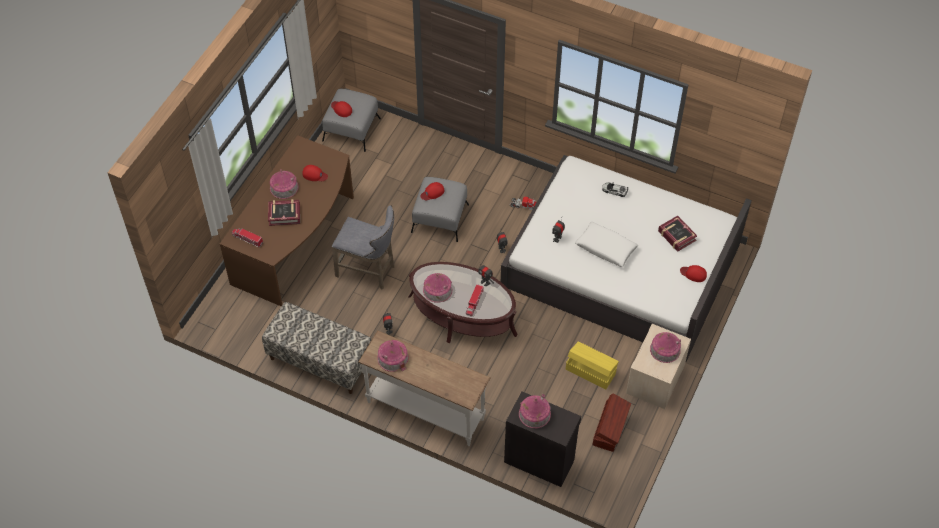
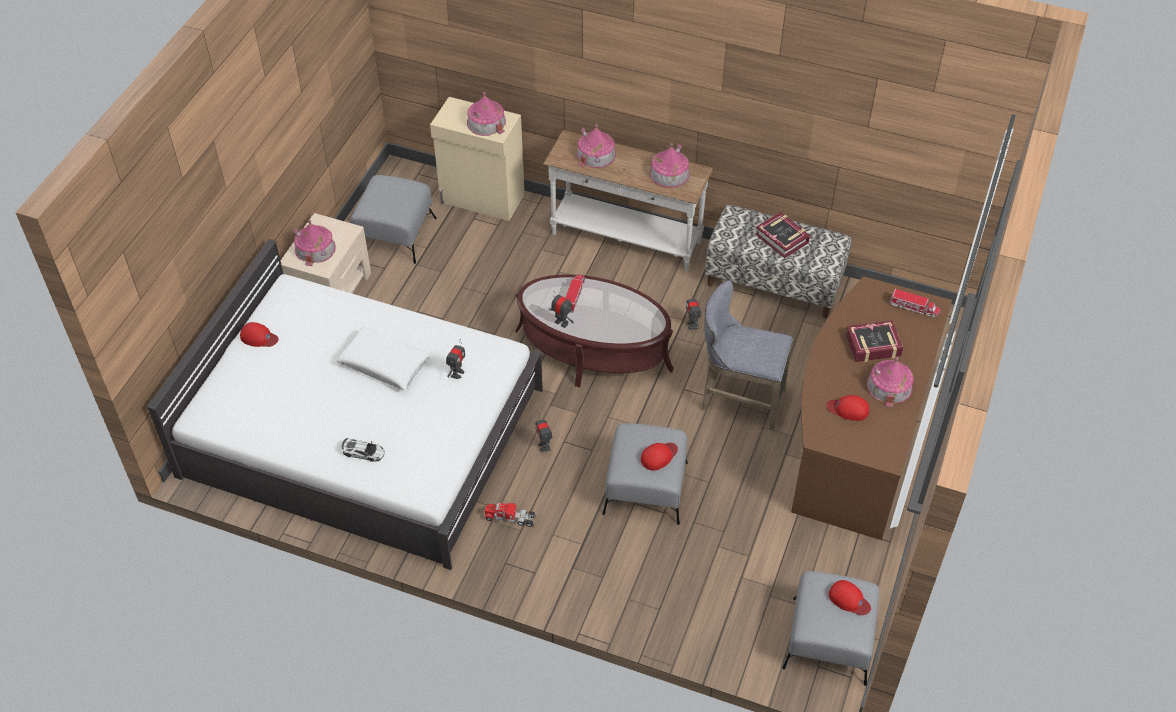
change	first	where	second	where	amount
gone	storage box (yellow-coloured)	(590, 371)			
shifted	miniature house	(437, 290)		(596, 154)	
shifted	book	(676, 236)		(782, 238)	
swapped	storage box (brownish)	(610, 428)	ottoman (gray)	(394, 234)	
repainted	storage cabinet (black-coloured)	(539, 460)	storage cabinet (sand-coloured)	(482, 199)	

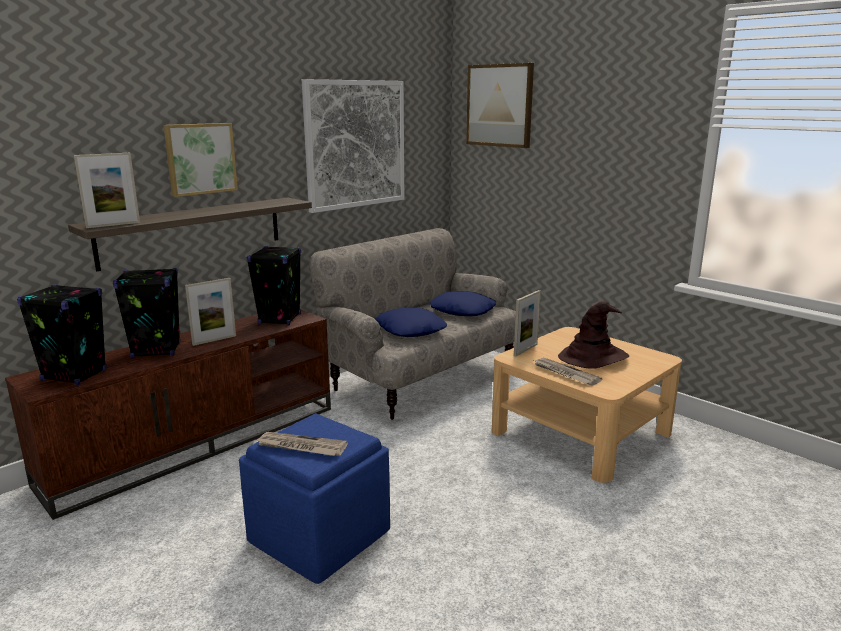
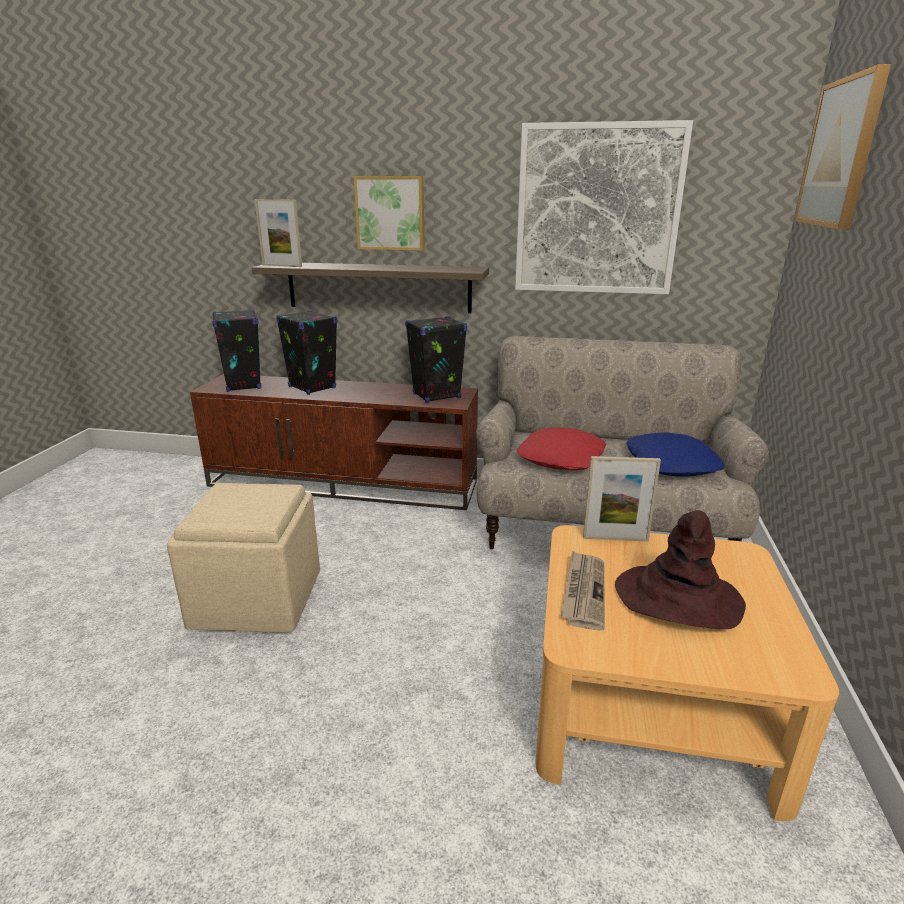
change	first	where	second	where	amount
gone	picture frame	(214, 340)			
gone	printed paper	(301, 447)			
repainted	ottoman (bluish)	(319, 535)	ottoman (sand-coloured)	(258, 597)	
repainted	cushion (bluish)	(411, 330)	cushion (reddish)	(562, 458)	

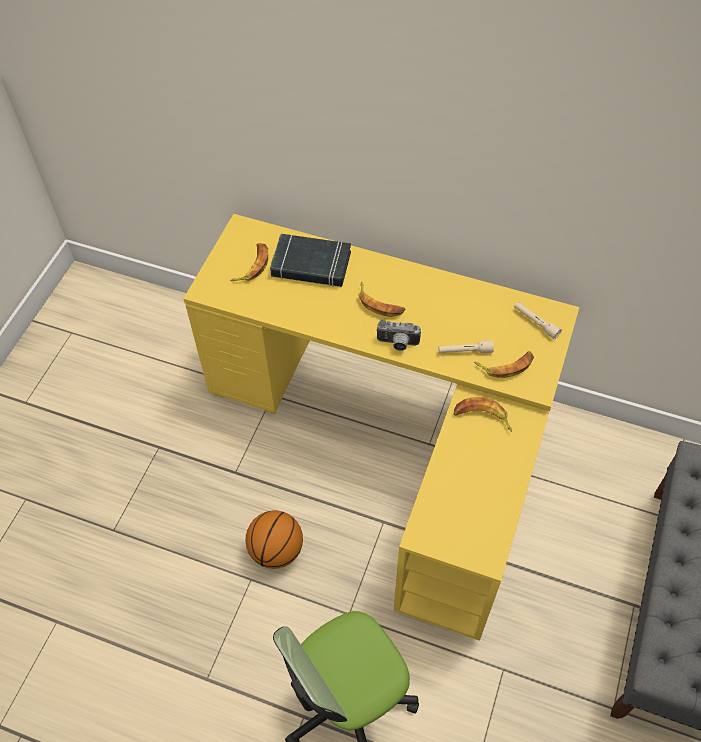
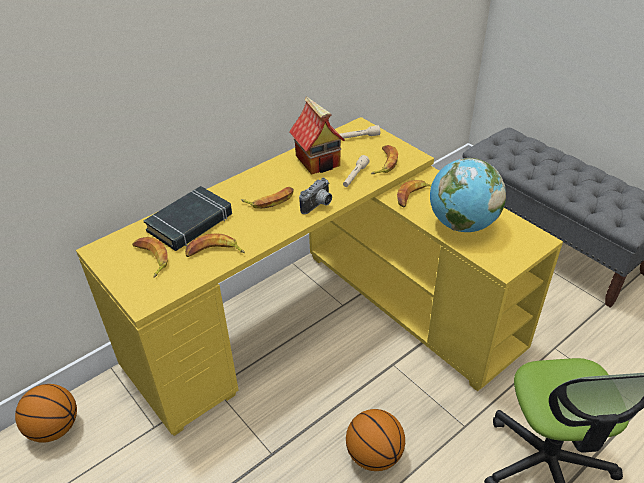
change	first	where	second	where	amount
new			ball for basketball	(55, 428)	
new			banana	(214, 252)	
new			miniature house	(318, 161)	
new			globe	(461, 224)	

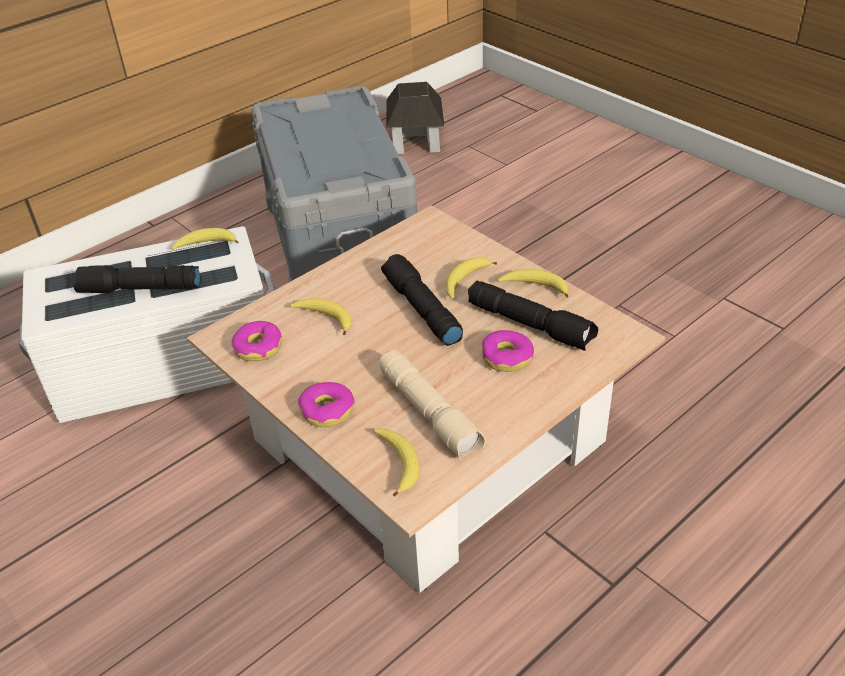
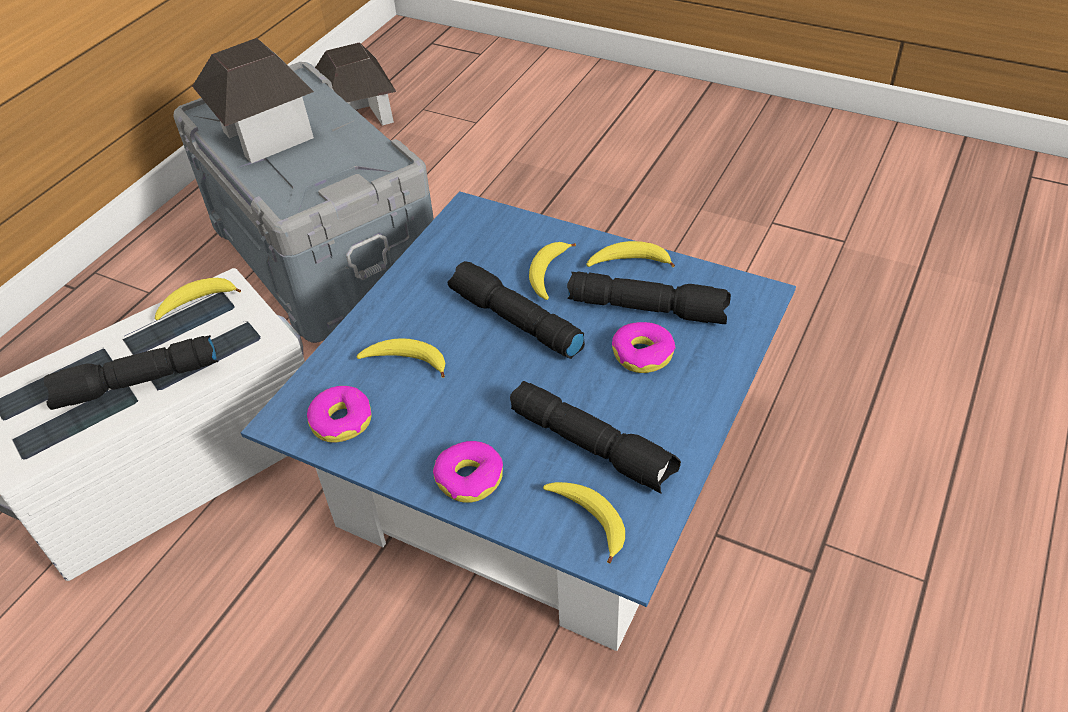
change	first	where	second	where	amount
new			miniature house	(266, 135)	
repainted	lounge table (sand-coloured)	(428, 441)	lounge table (bluish)	(540, 468)	
repainted	torch (sand-coloured)	(431, 413)	torch (black-coloured)	(593, 446)	

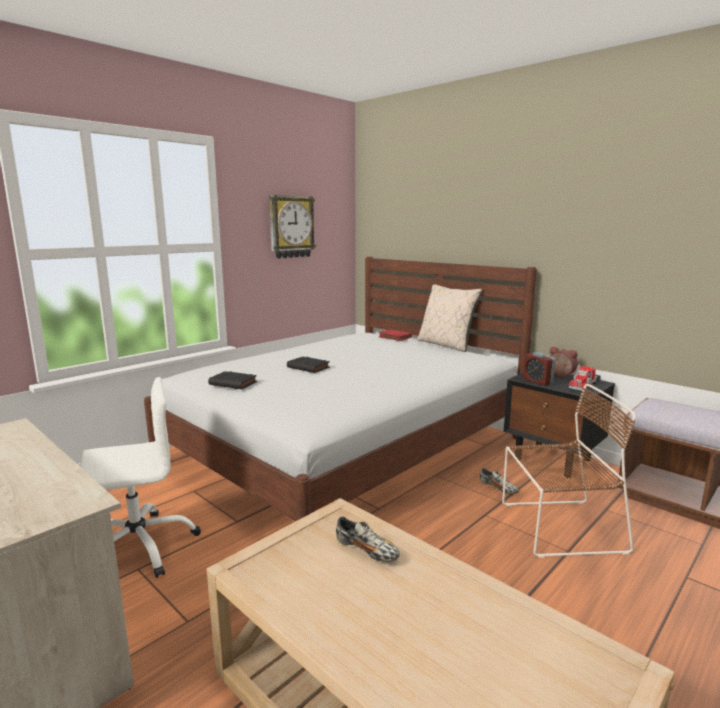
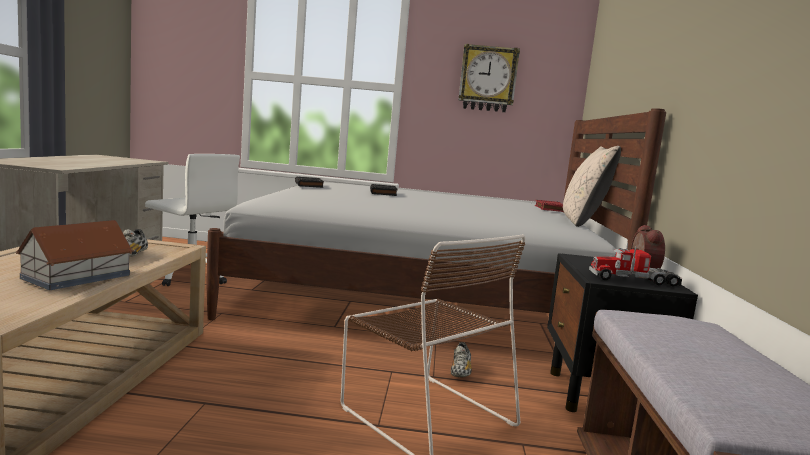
change	first	where	second	where	amount
gone	alarm clock	(537, 381)			
new			miniature house	(75, 276)	

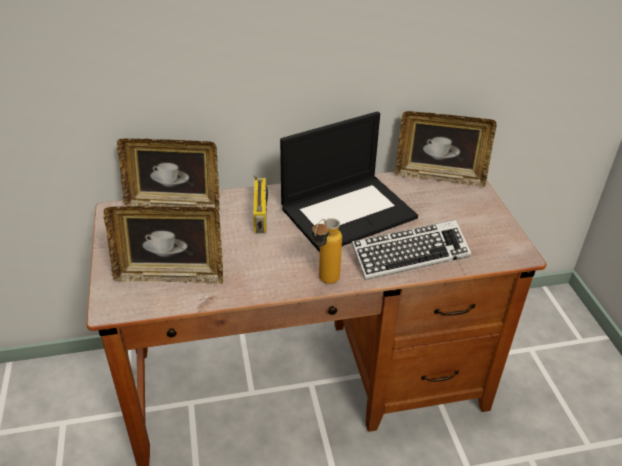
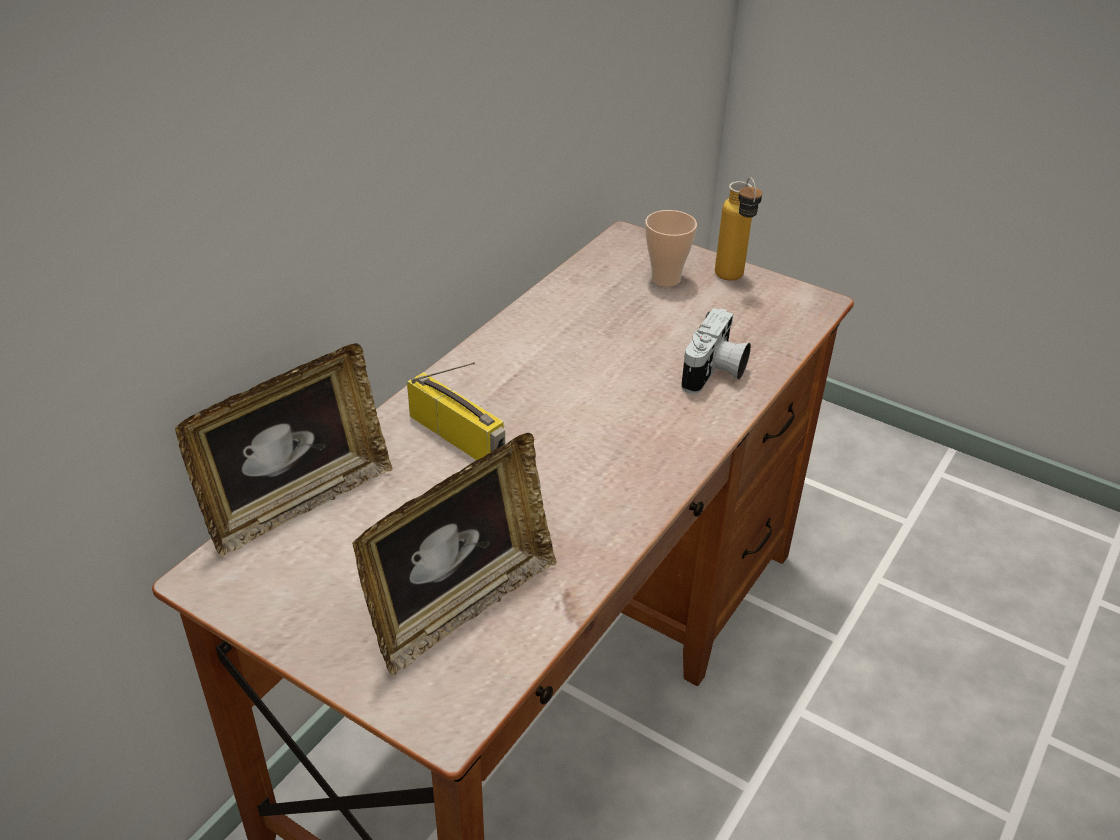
change	first	where	second	where	amount
gone	portable computer	(348, 212)			
gone	picture frame	(439, 176)			
new			cup	(665, 279)	
shifted	bottle	(324, 282)		(732, 280)	
swapped	computer keyboard	(410, 255)	still camera	(715, 373)	

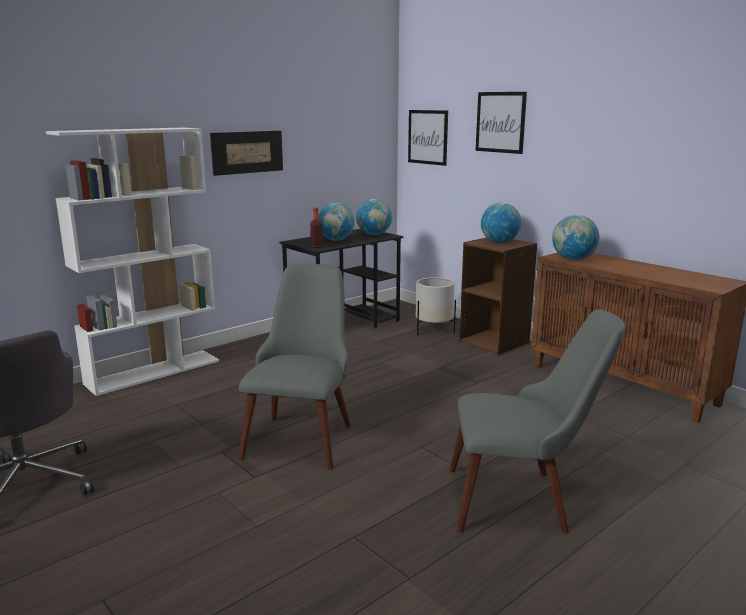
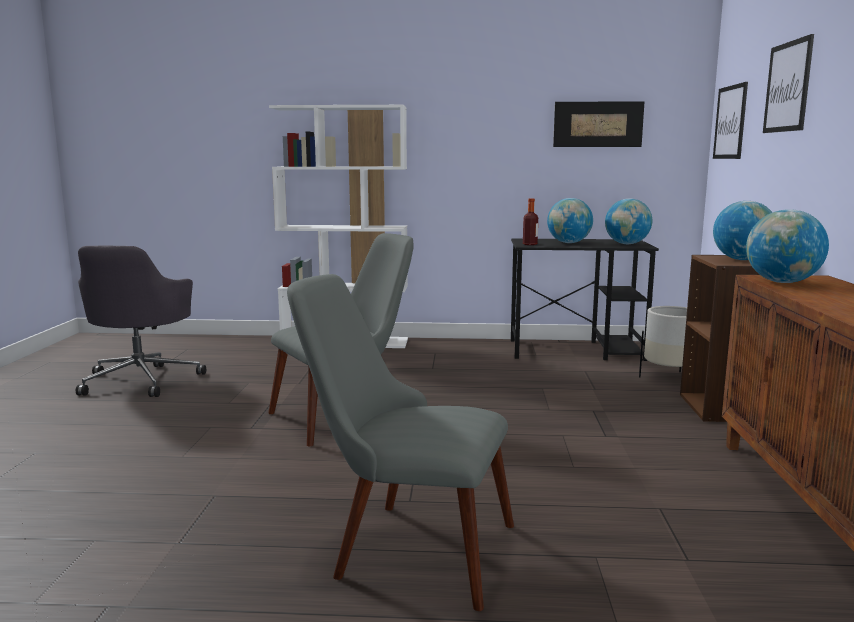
change	first	where	second	where	amount
shifted	wall art	(247, 152)		(598, 124)	
rotated	plain chair (gray)	(523, 499)		(403, 547)	150 degrees clockwise

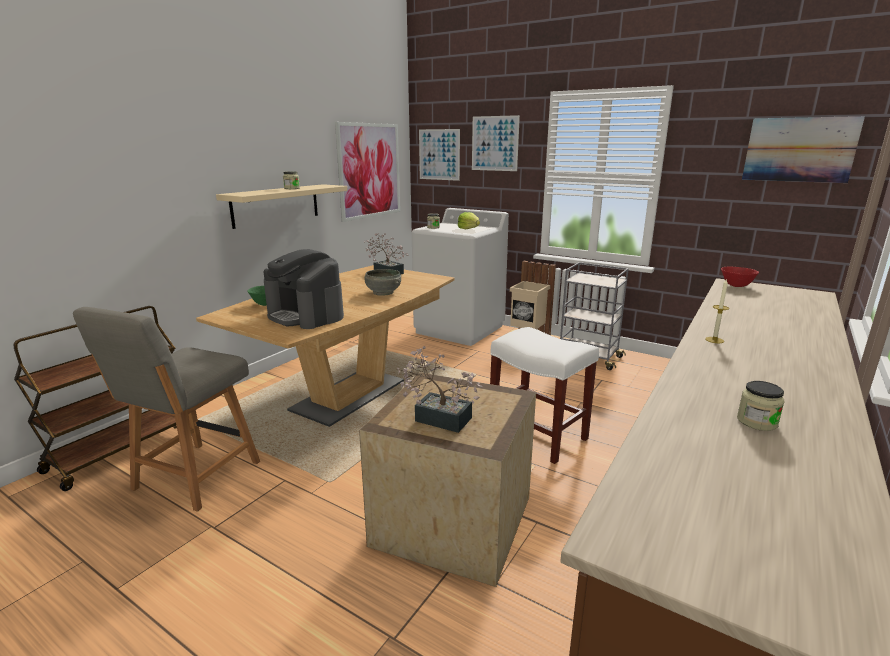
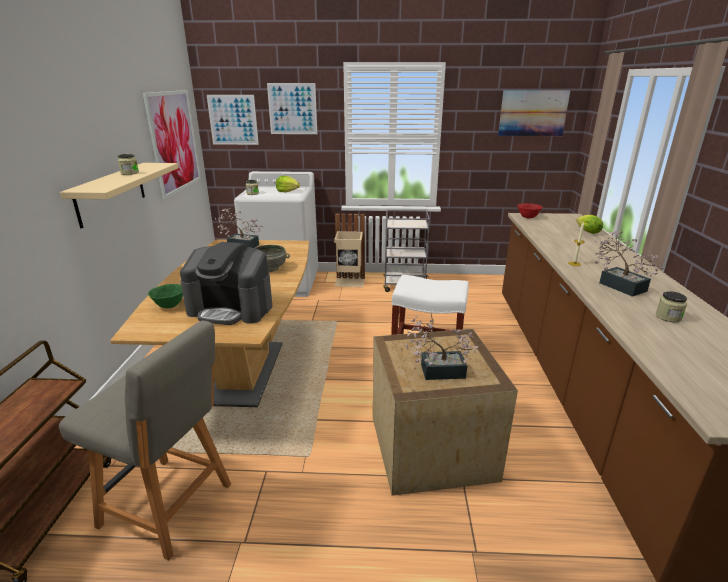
change	first	where	second	where	amount
new			lettuce head	(586, 231)	
new			houseplant	(618, 285)	
rotated	plain chair (gray)	(194, 477)		(170, 506)	60 degrees counterclockwise

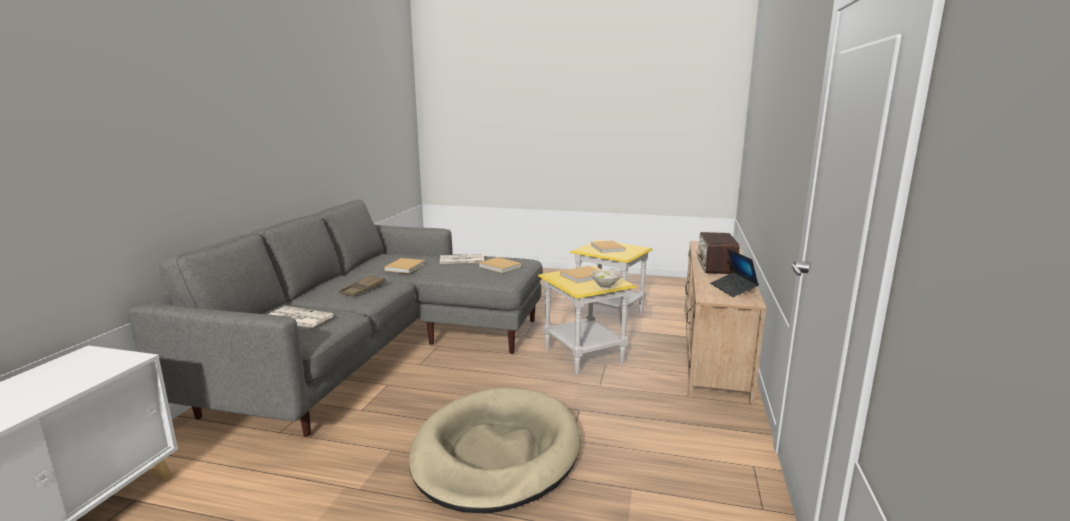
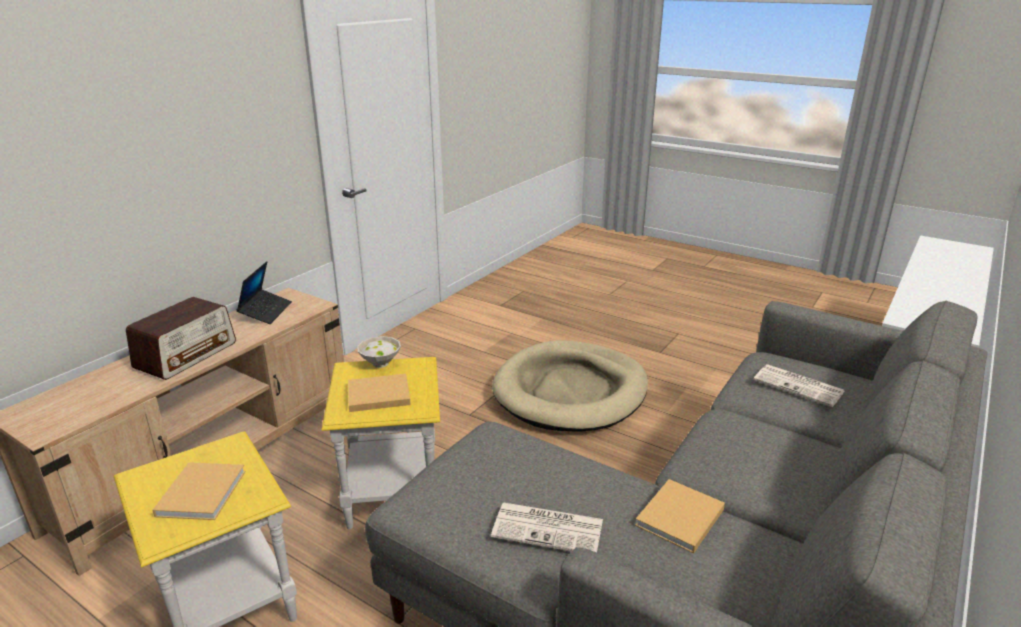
change	first	where	second	where	amount
gone	carrying tray (brownish)	(363, 289)			
gone	book (sand-coloured)	(500, 267)			

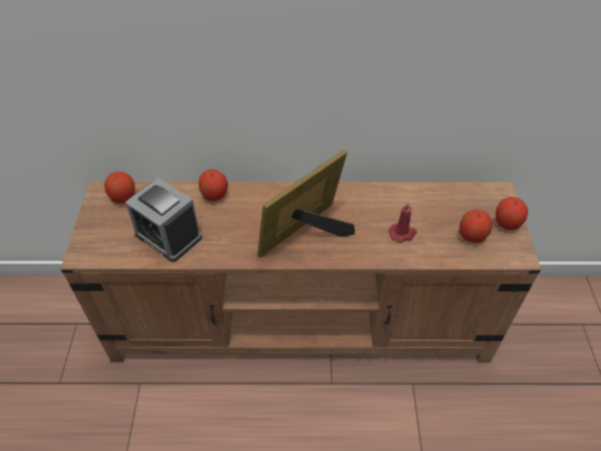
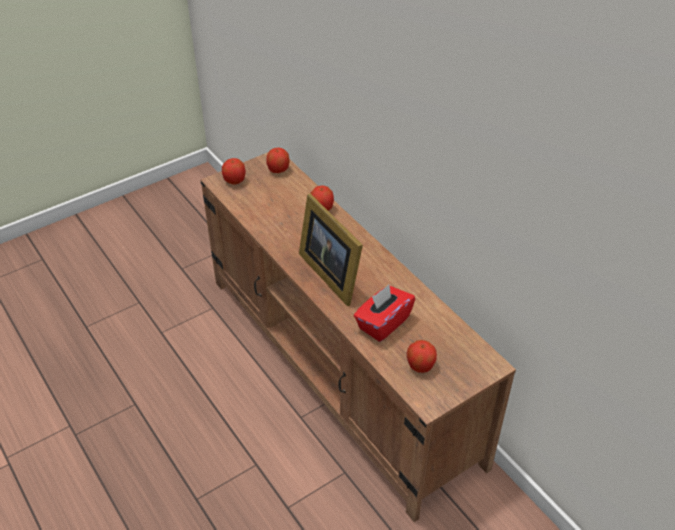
change	first	where	second	where	amount
gone	alarm clock	(168, 236)			
shifted	apple fruit	(507, 223)		(234, 181)	
swapped	wax candle (reddish)	(402, 233)	tissue holder (reddish)	(383, 323)	
rotated	picture frame	(307, 234)		(331, 272)	135 degrees counterclockwise

